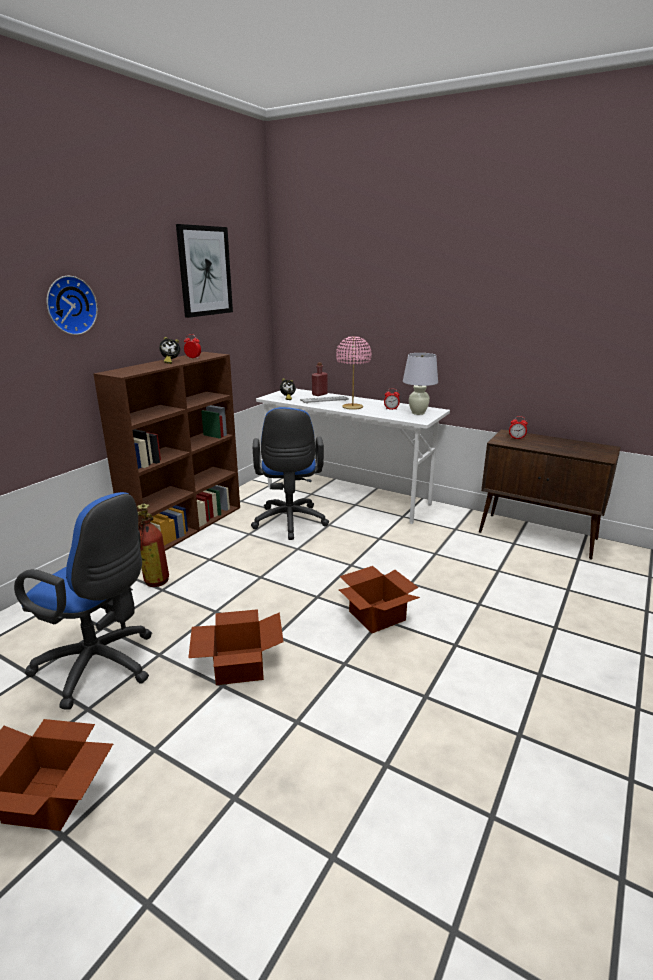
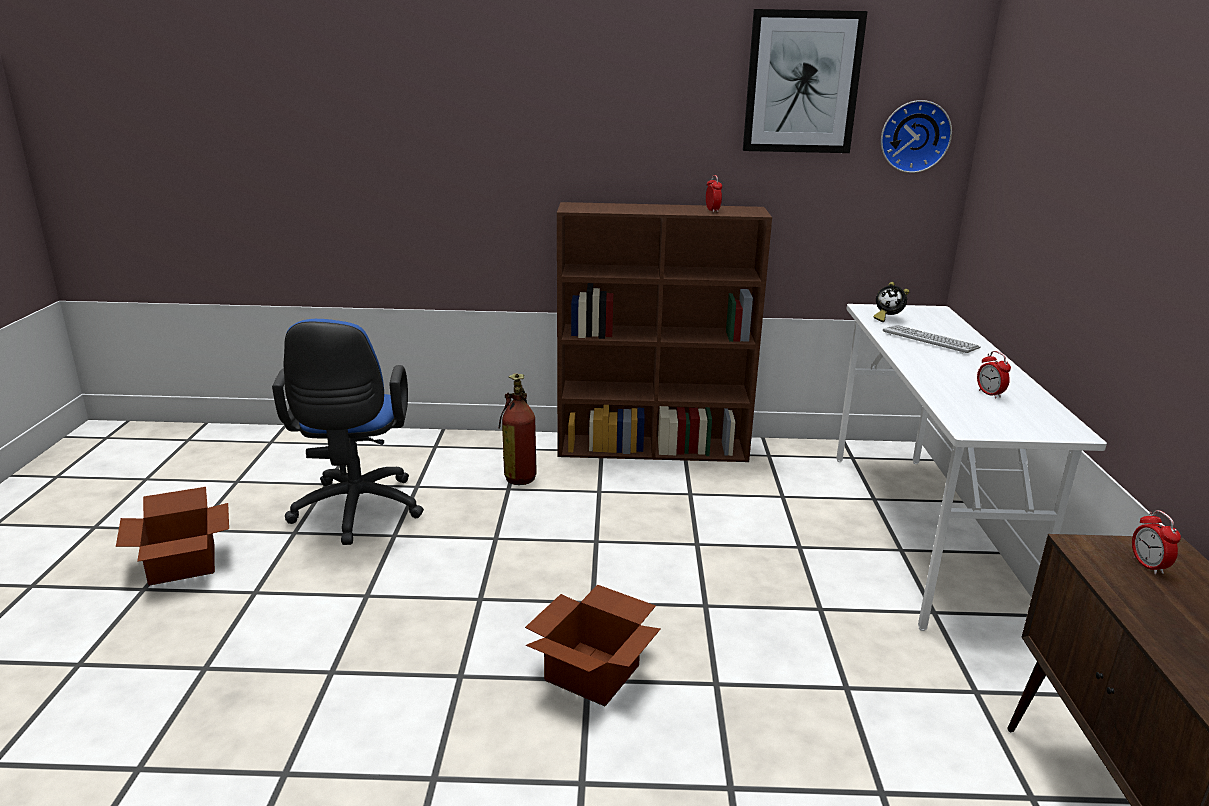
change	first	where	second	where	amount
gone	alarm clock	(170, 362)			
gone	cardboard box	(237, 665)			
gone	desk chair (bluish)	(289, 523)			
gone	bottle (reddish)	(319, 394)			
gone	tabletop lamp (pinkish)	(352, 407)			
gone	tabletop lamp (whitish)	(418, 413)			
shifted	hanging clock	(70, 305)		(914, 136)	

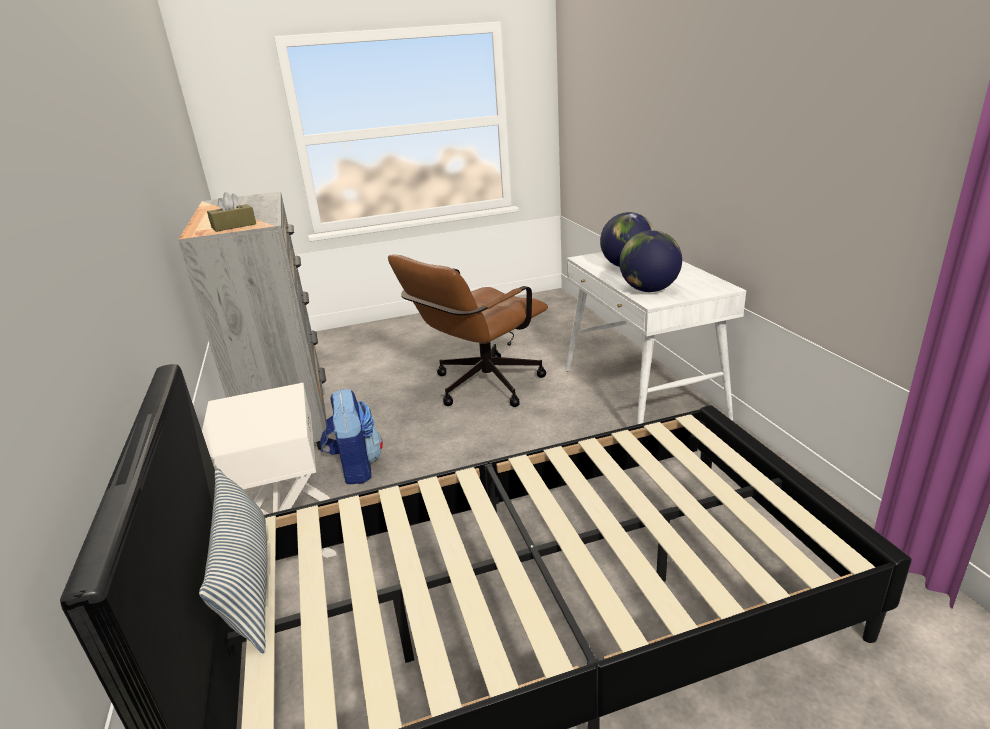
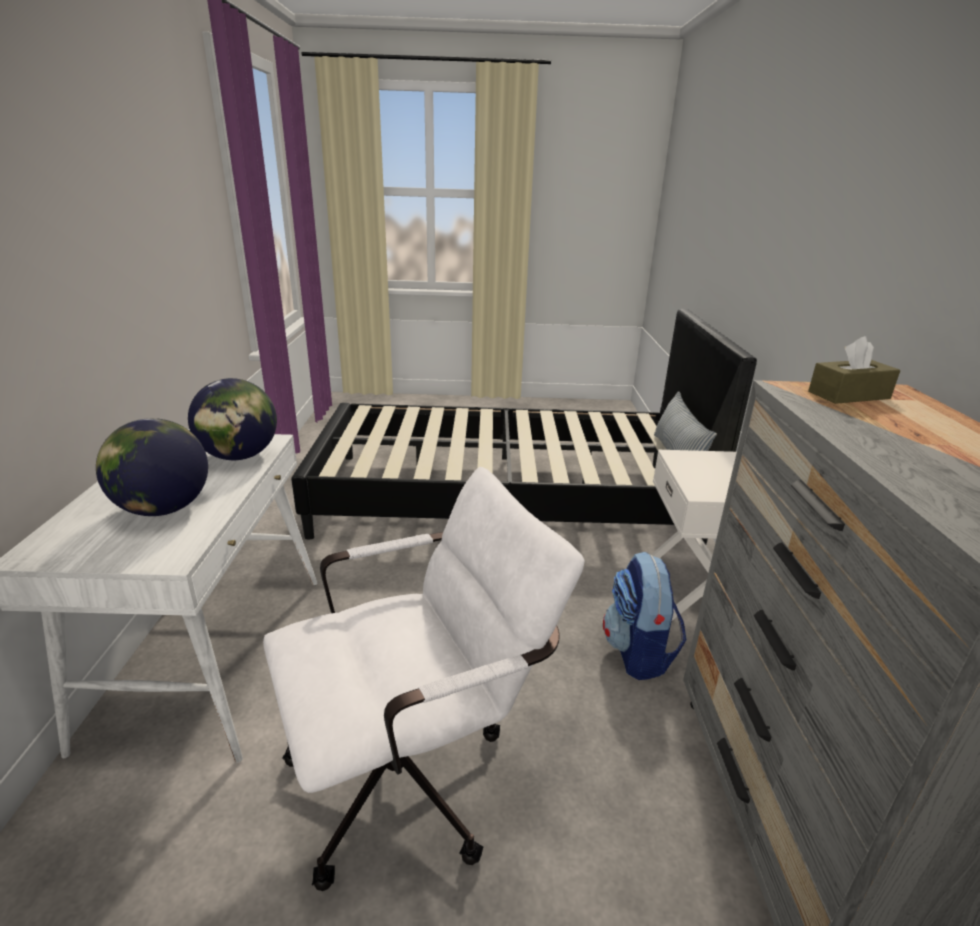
change	first	where	second	where	amount
repainted	desk chair (brownish)	(480, 388)	desk chair (whitish)	(418, 771)	

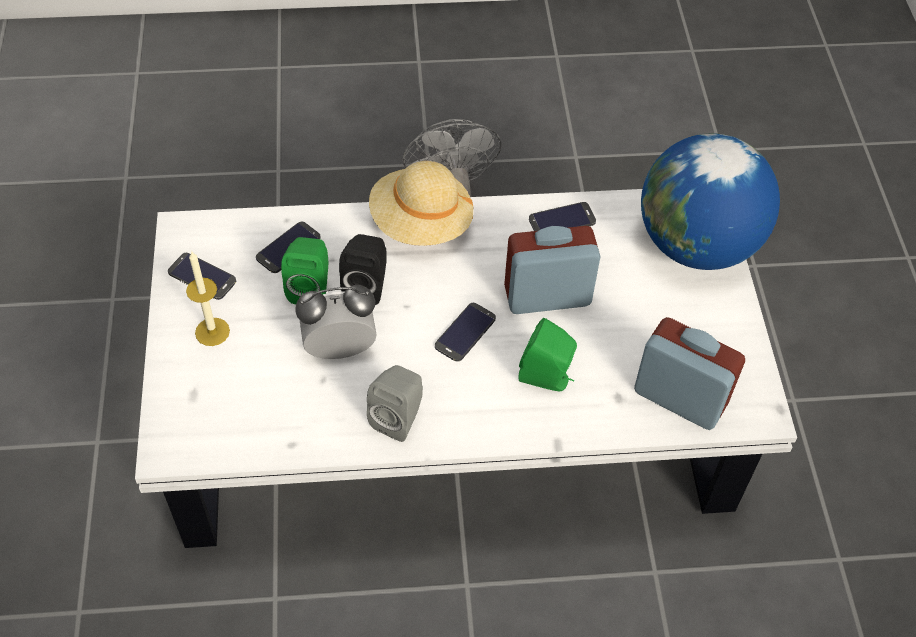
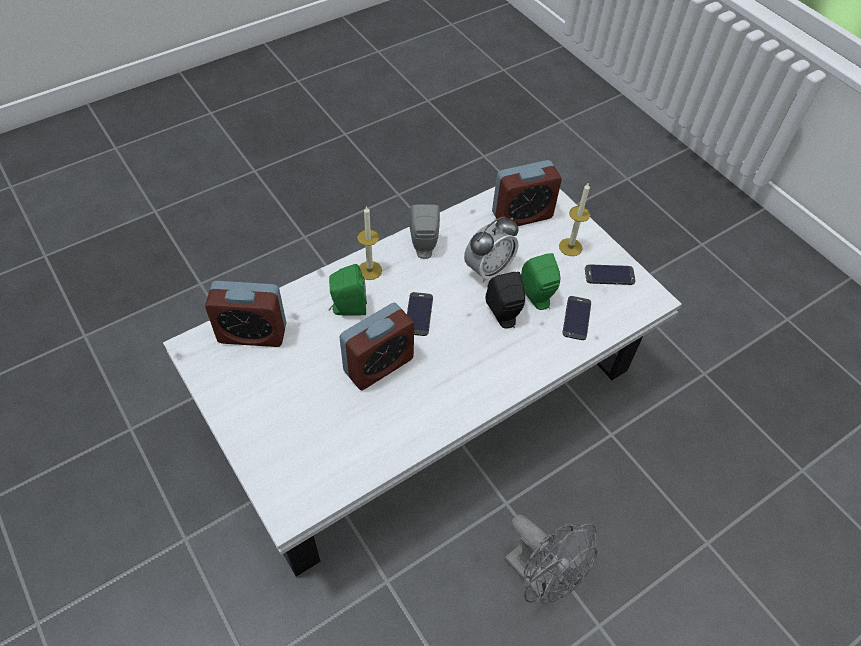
change	first	where	second	where	amount
gone	clothing hat (sand-coloured)	(421, 223)			
gone	phone	(562, 220)			
gone	globe	(696, 244)			
new			wax candle	(369, 270)	
new			alarm clock	(522, 215)	

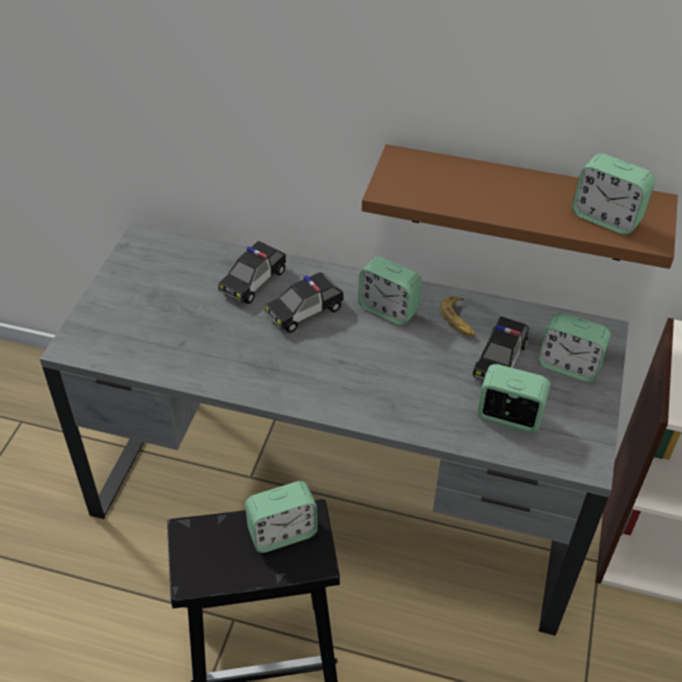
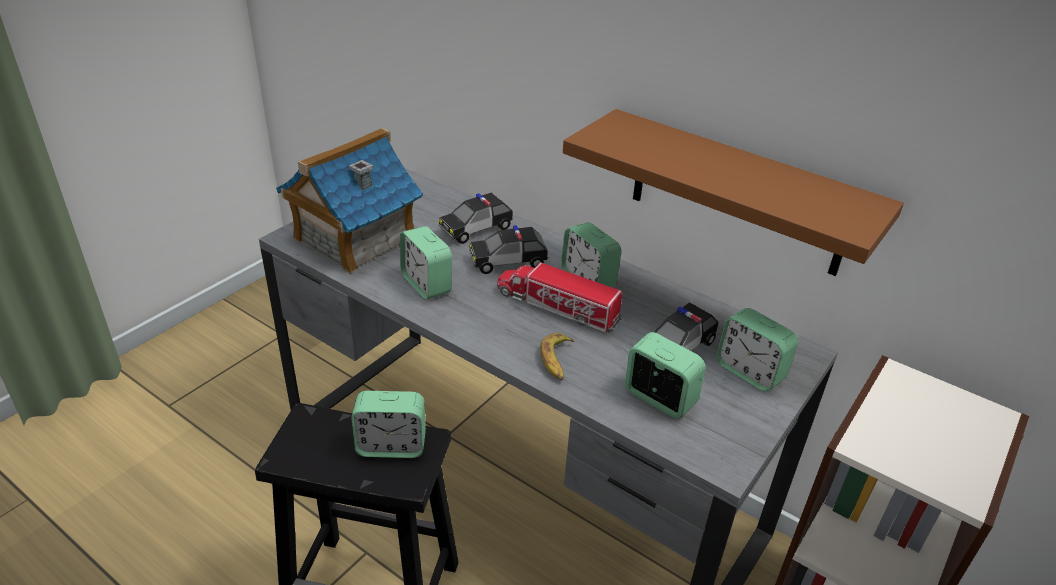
change	first	where	second	where	amount
new			miniature house	(354, 238)	
new			model truck	(557, 307)	
shifted	banana	(459, 321)		(557, 361)	
shifted	alarm clock	(606, 218)		(426, 284)	

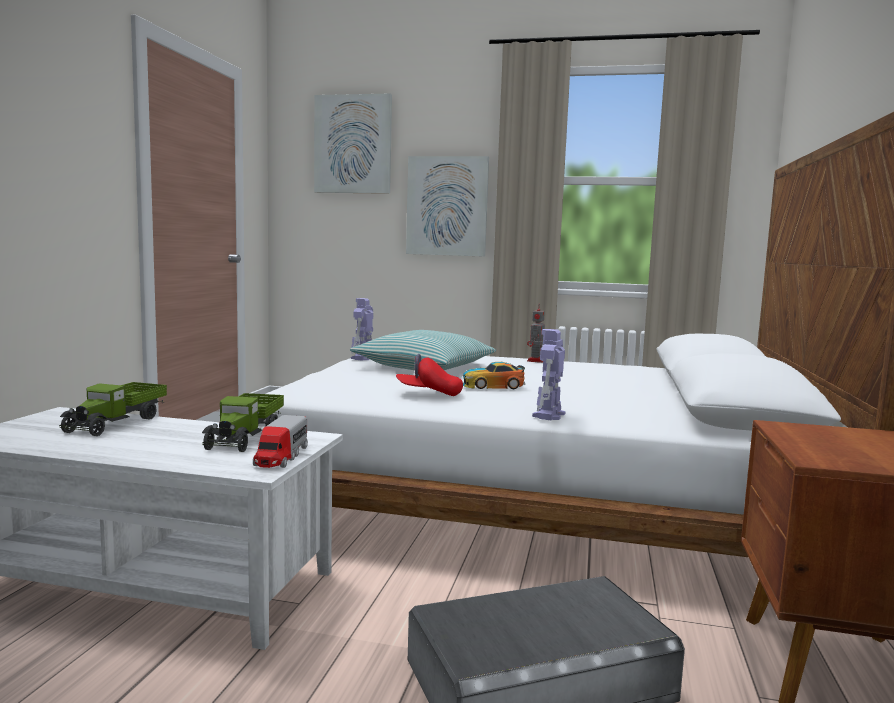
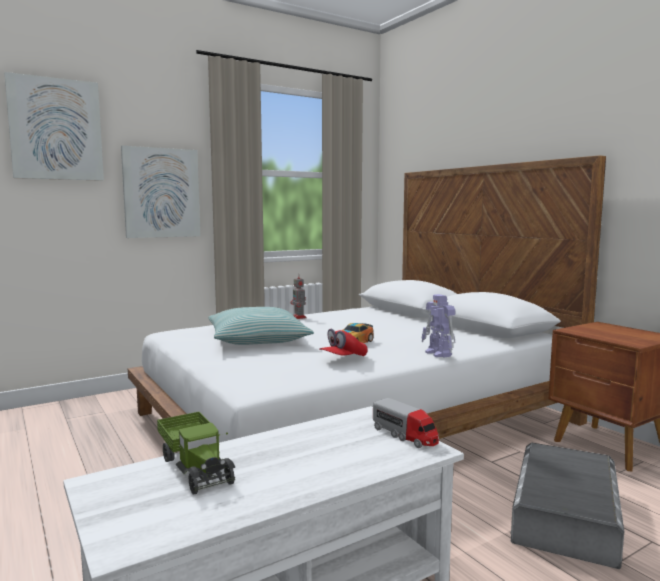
change	first	where	second	where	amount
gone	model truck	(245, 437)			
gone	model robot	(362, 358)			

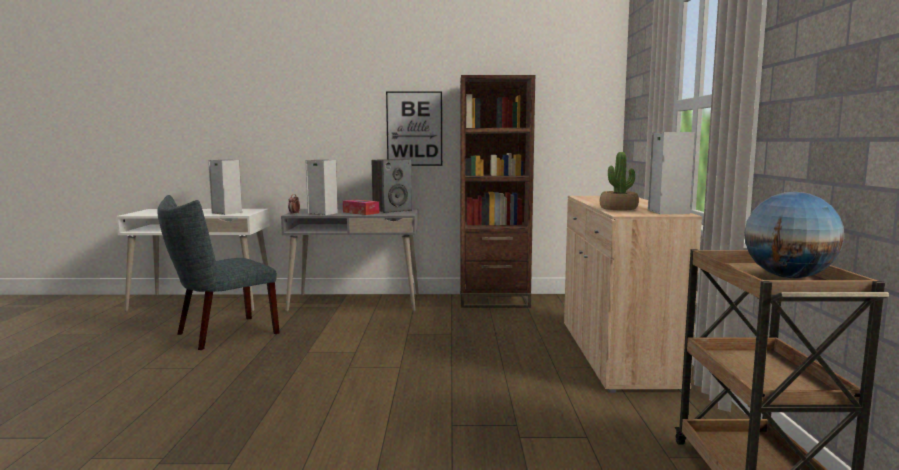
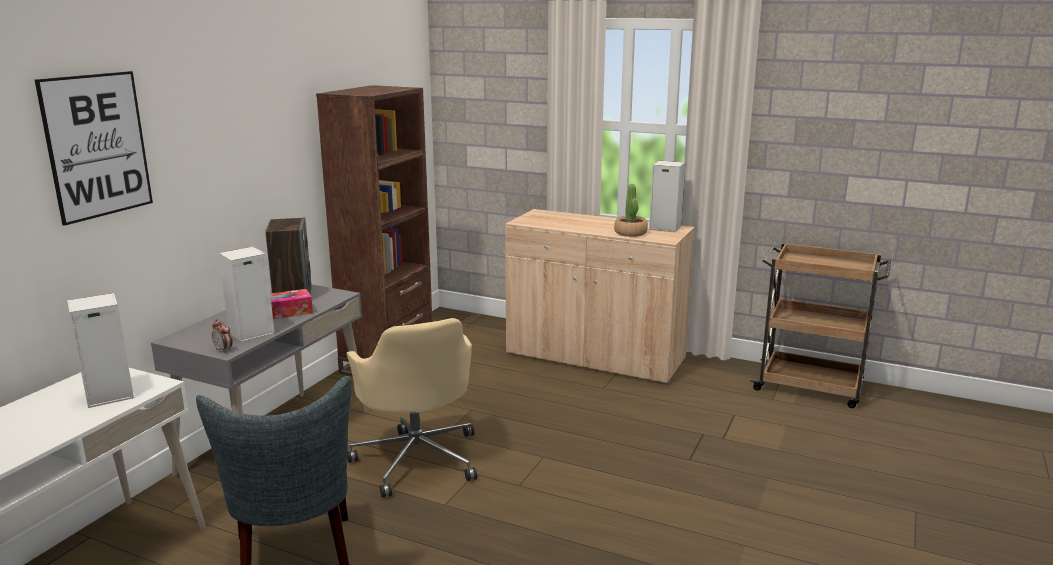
change	first	where	second	where	amount
gone	globe	(788, 277)			
new			desk chair (sand-coloured)	(417, 458)	
shifted	wall art	(414, 128)		(97, 146)	

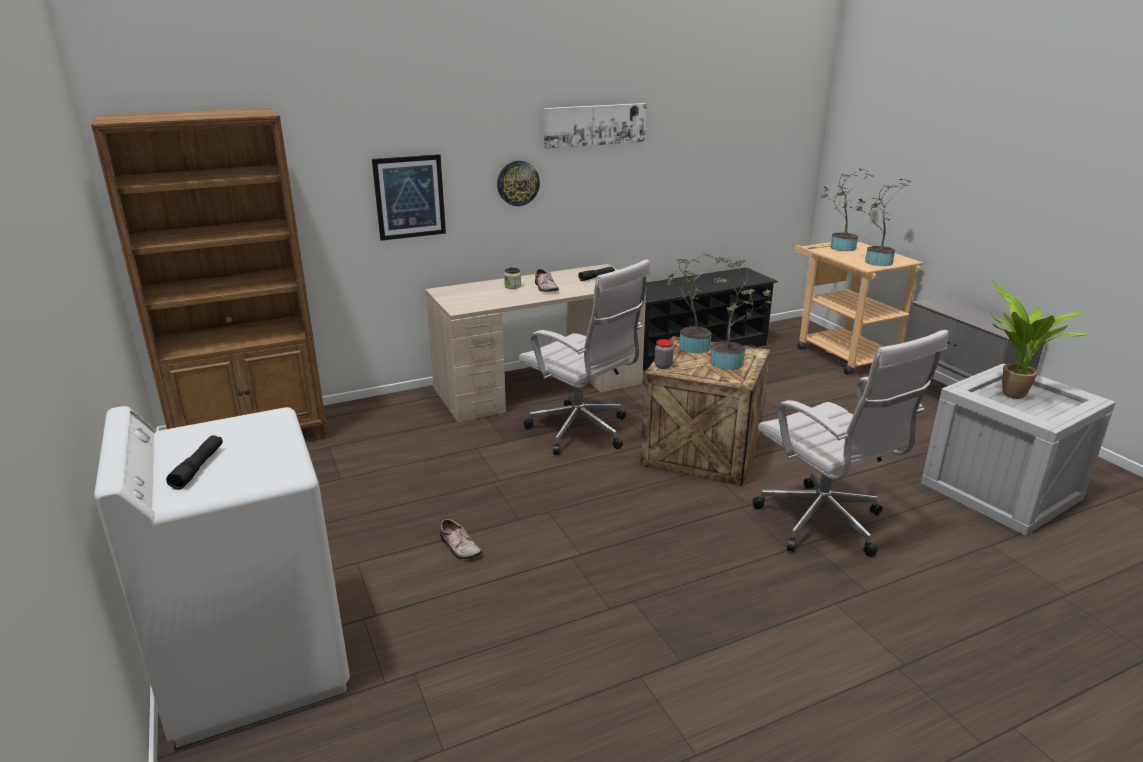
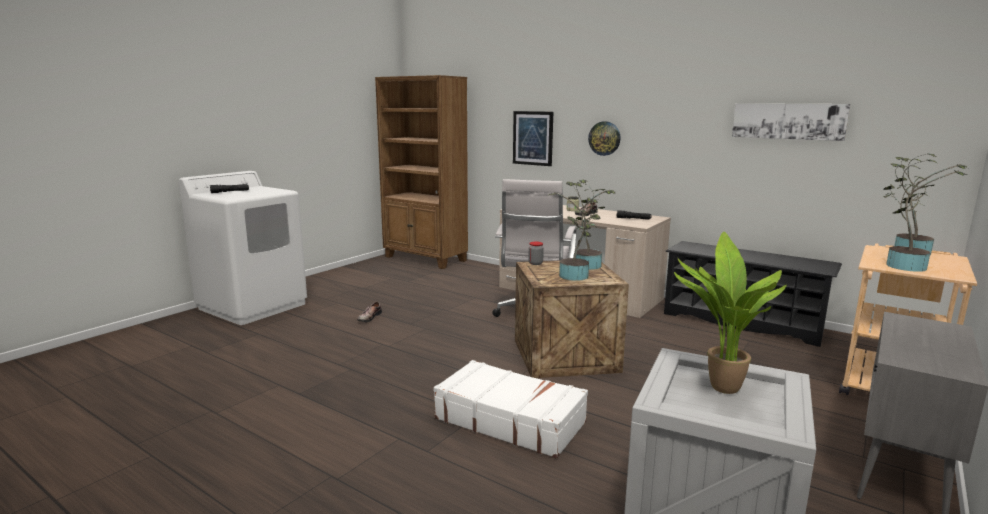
change	first	where	second	where	amount
shifted	wall art	(594, 125)		(788, 121)	
swapped	desk chair (whitish)	(825, 525)	piece of luggage (whitish)	(510, 420)	

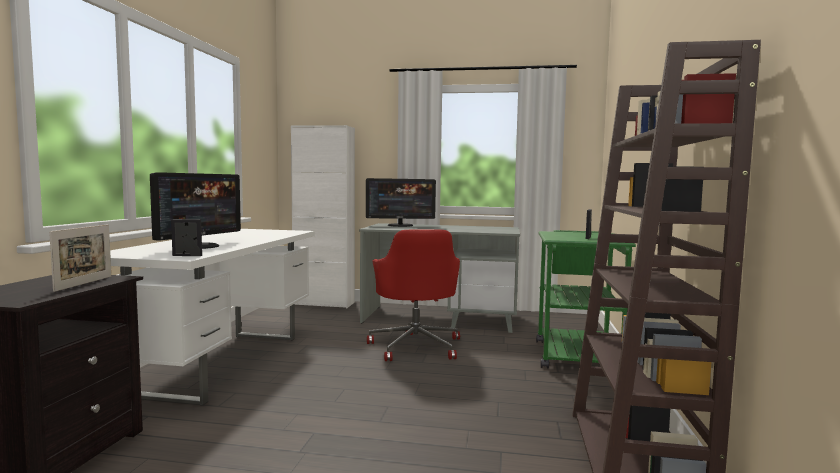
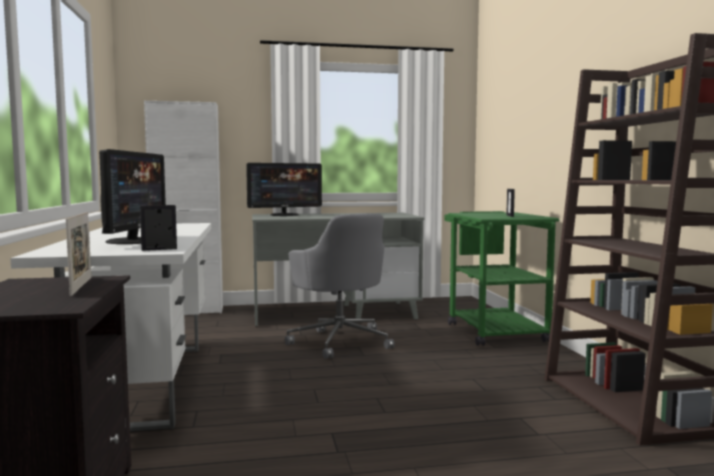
change	first	where	second	where	amount
repainted	desk chair (reddish)	(416, 346)	desk chair (gray)	(340, 341)	

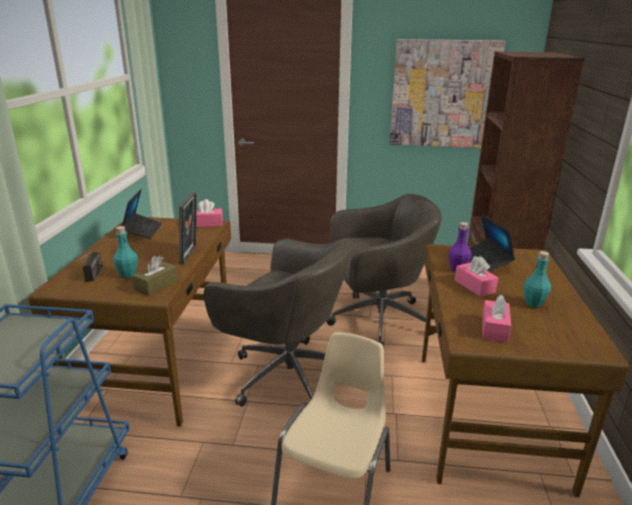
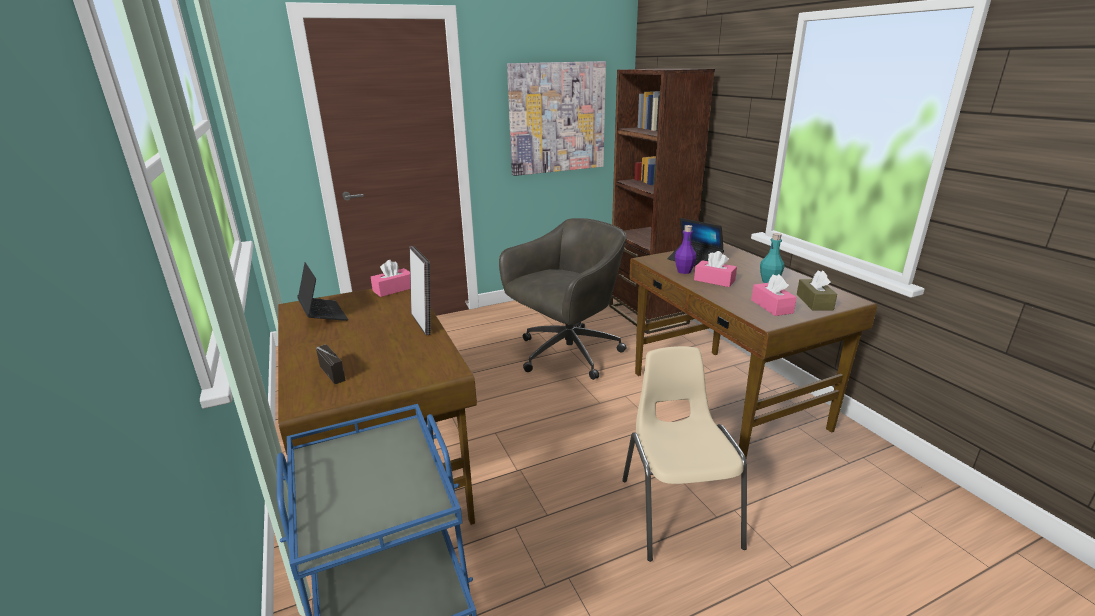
change	first	where	second	where	amount
gone	bottle (turquoise-coloured)	(128, 274)			
gone	desk chair (gray)	(286, 375)			
shifted	tissue holder (brownish)	(156, 285)		(814, 302)	

